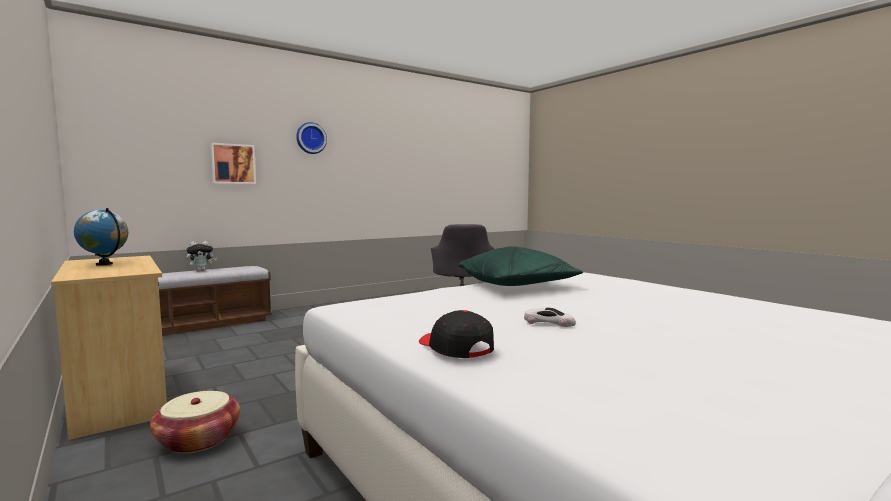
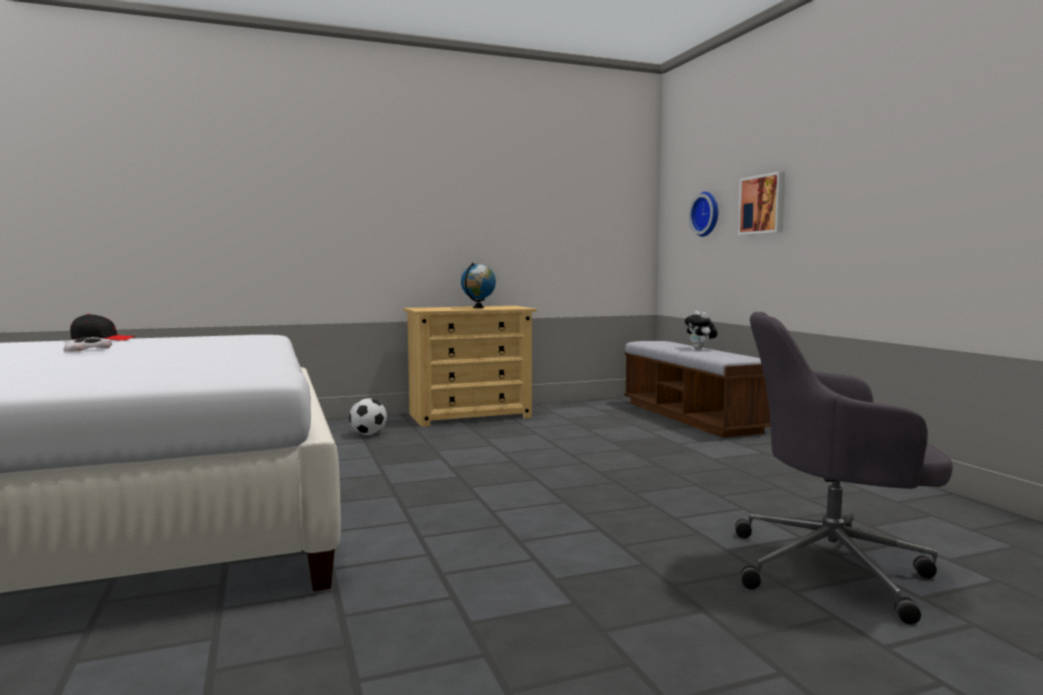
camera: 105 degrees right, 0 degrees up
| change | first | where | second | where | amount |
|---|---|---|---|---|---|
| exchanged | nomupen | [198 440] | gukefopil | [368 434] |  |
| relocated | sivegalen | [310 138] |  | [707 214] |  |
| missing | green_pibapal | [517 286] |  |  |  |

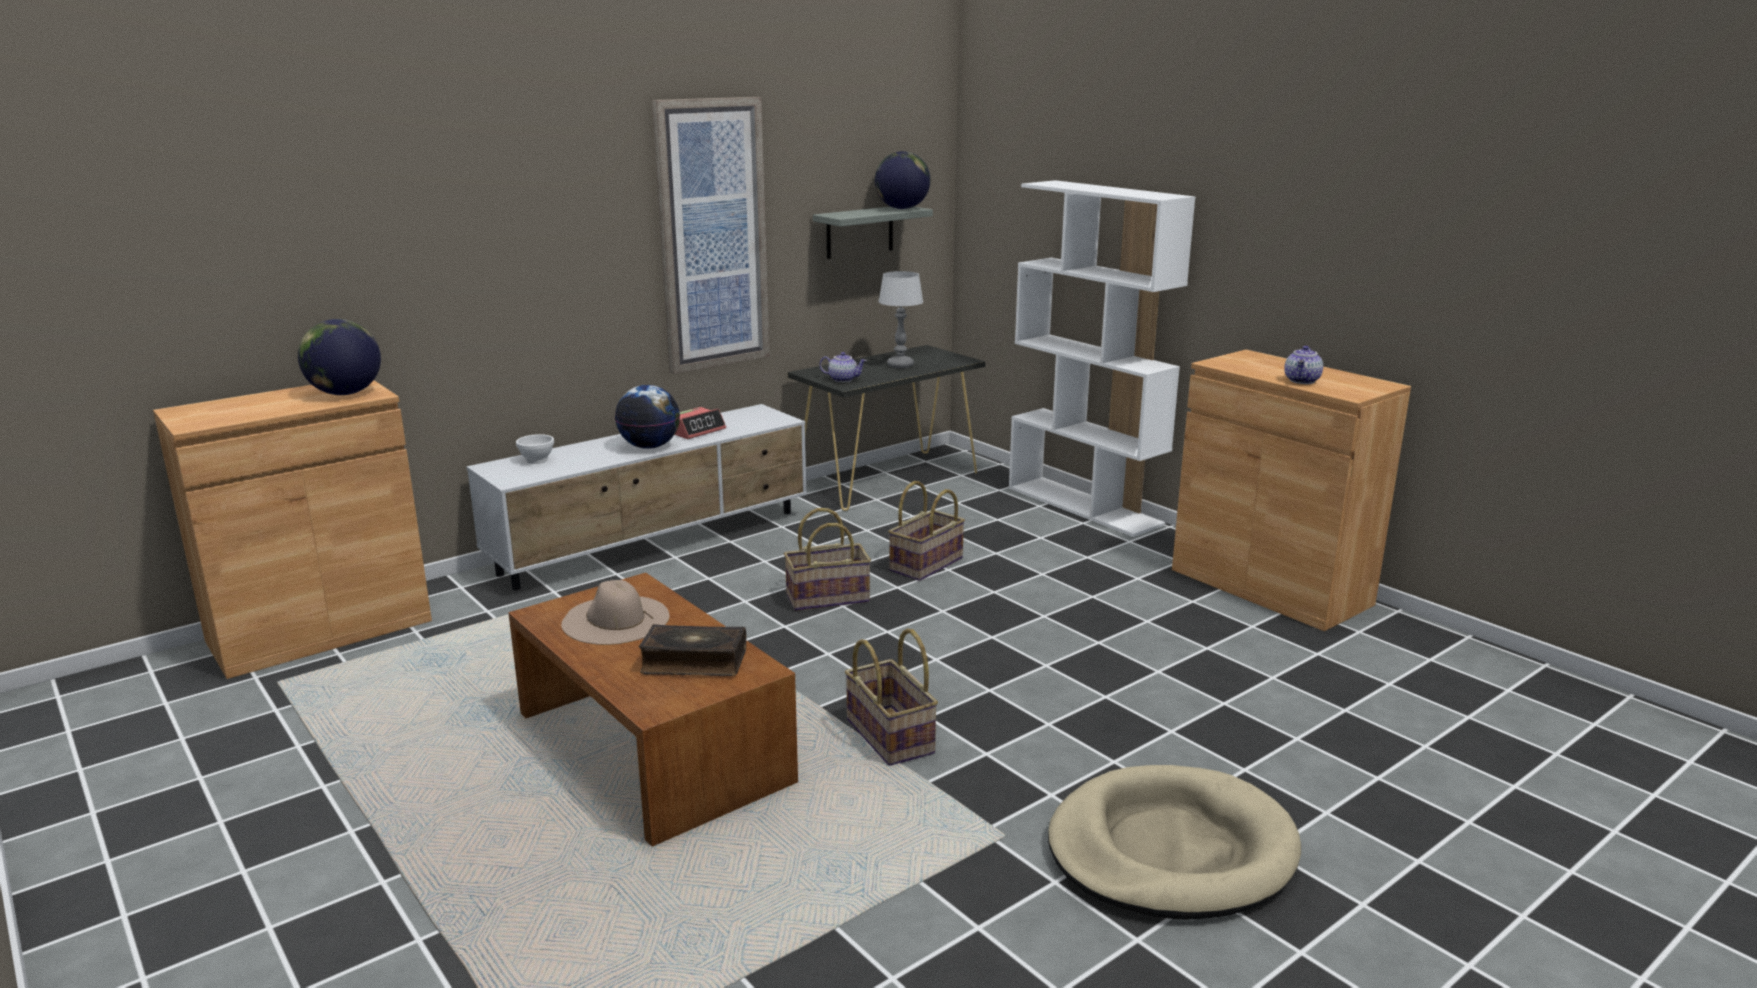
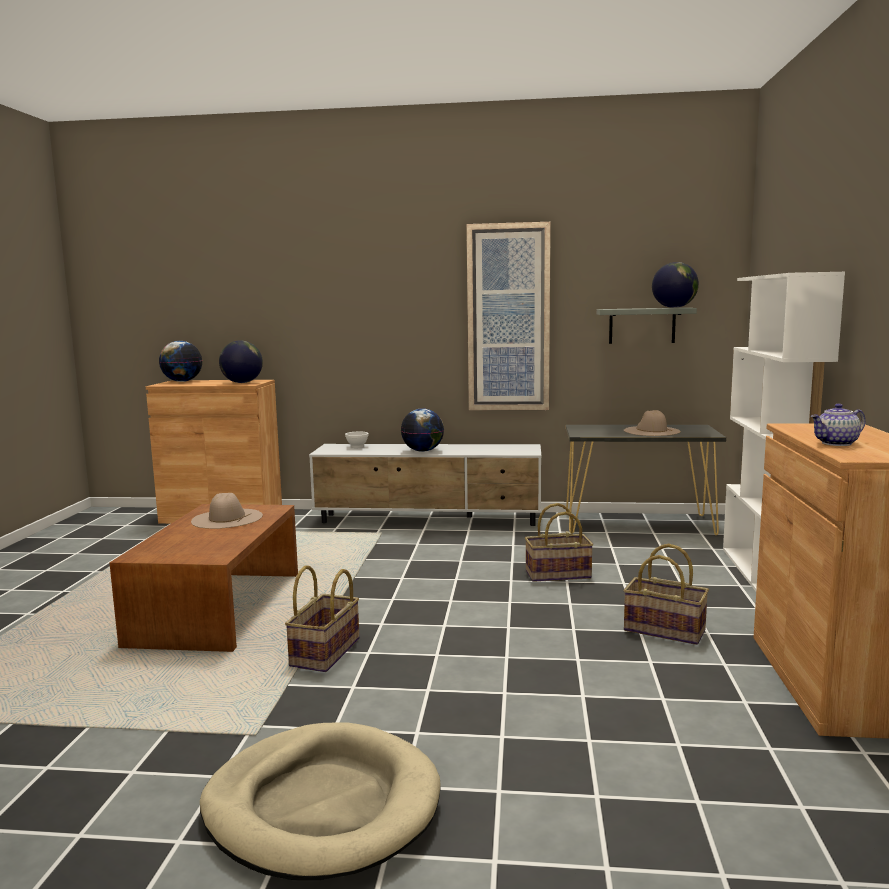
camera: 45 degrees right, 10 degrees down
| change | first | where | second | where | amount |
|---|---|---|---|---|---|
| appeared |  |  | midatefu | [182 381] |  |
| exchanged | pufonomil | [900 365] | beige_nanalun | [651 431] |  |
| relocated | nomupen | [827 597] |  | [665 630] |  |
| missing | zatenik | [694 662] |  |  |  |
| missing | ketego | [695 430] |  |  |  |
| missing | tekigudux | [843 379] |  |  |  |

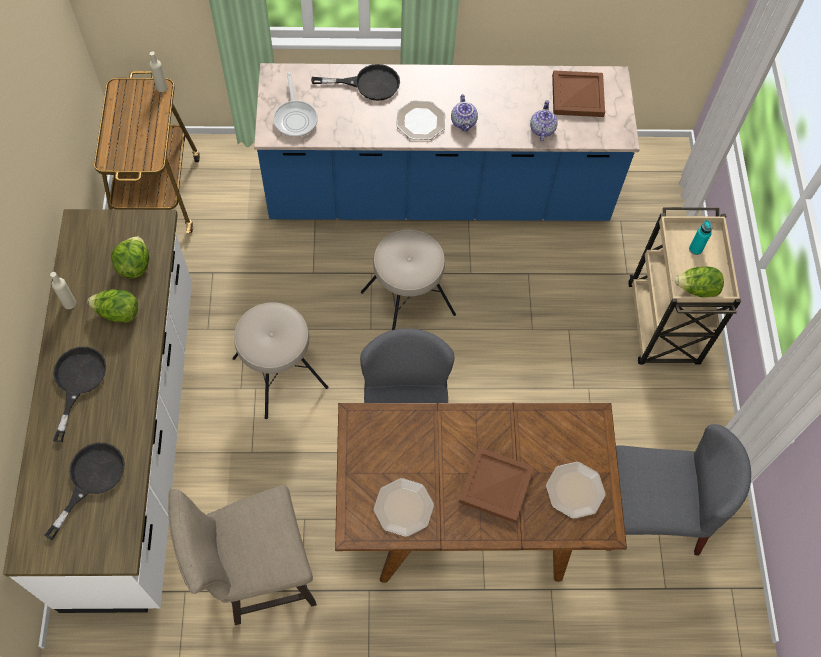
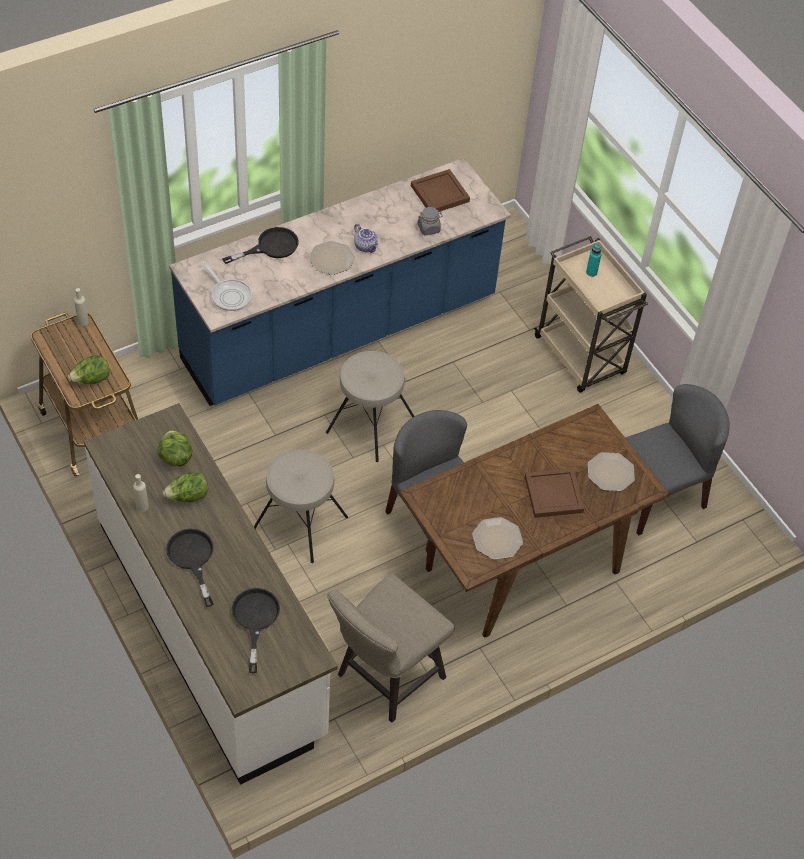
camera: 30 degrees left, 10 degrees down
| change | first | where | second | where | amount |
|---|---|---|---|---|---|
| relocated | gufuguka | [696 289] |  | [91 380] |  |
| exchanged | tekigudux | [542 129] | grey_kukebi | [429 228] |  |

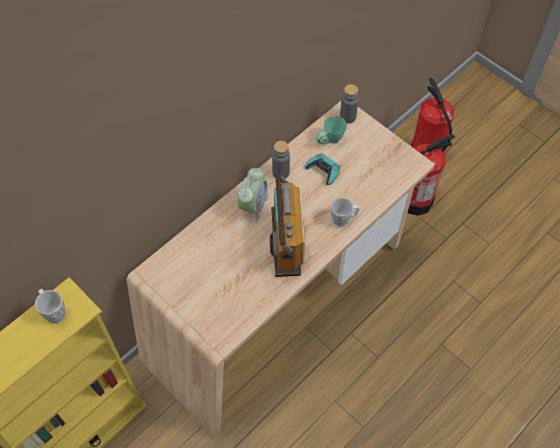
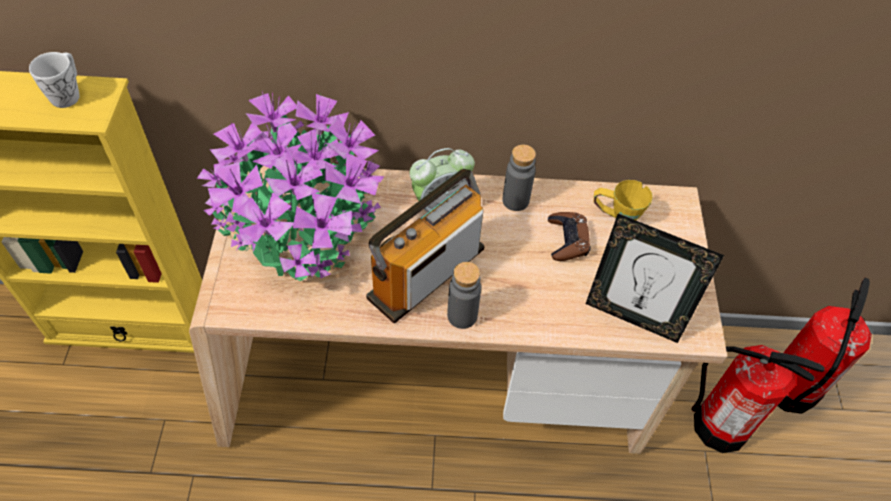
camera: 45 degrees right, 5 degrees down
| change | first | where | second | where | amount |
|---|---|---|---|---|---|
| appeared |  |  | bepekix | [299 226] |  |
| relocated | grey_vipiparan | [347 117] |  | [462 315] |  |
| colour | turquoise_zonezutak | [323 171] | brown_zonezutak | [567 240] |  |
| appeared |  |  | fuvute | [633 316] |  |
| colour | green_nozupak | [329 141] | yellow_nozupak | [615 216] |  |
| missing | white_nozupak | [344 219] |  |  |  |

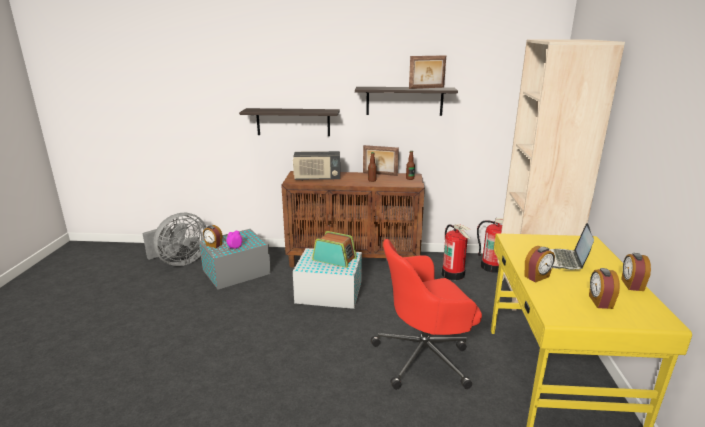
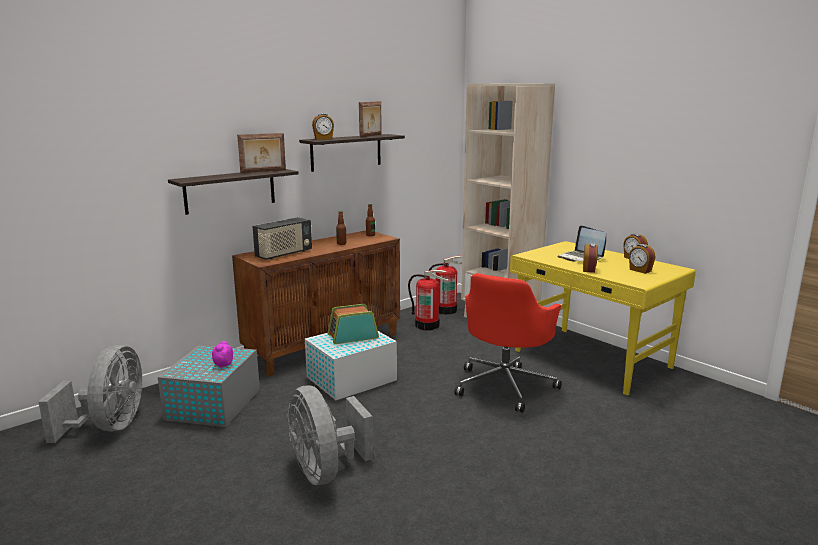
camera: 45 degrees left, 5 degrees down
| change | first | where | second | where | amount |
|---|---|---|---|---|---|
| relocated | fuvute | [380 174] |  | [263 171] |  |
| appeared |  |  | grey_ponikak | [325 471] |  |
| relocated | ketego | [213 245] |  | [323 139] |  |

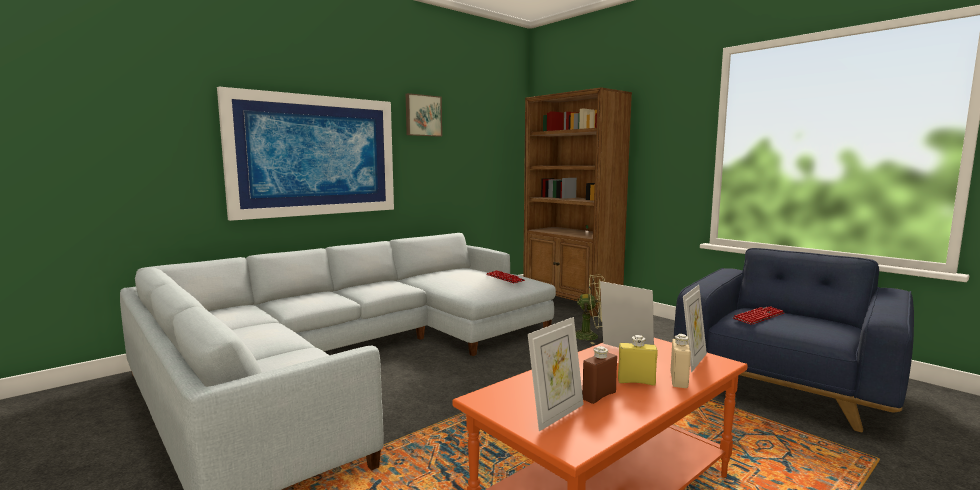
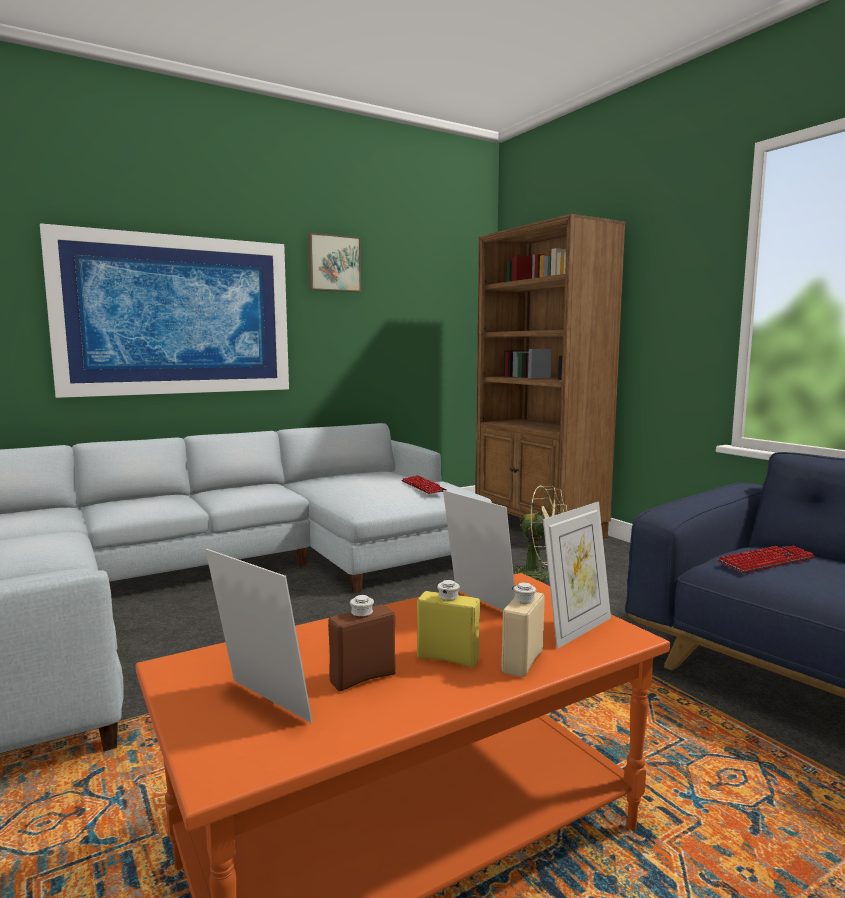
camera: 10 degrees right, 0 degrees up
| change | first | where | second | where | amount |
|---|---|---|---|---|---|
| spun | fuvute | [556 414] |  | [260 705] | 105 degrees counterclockwise |

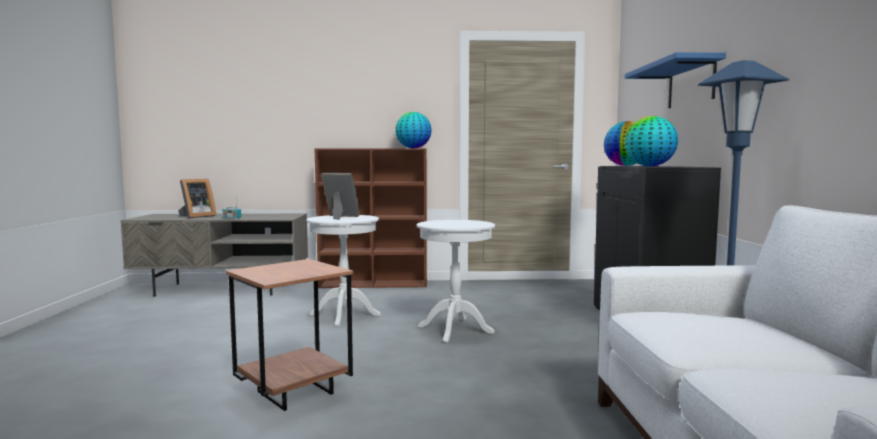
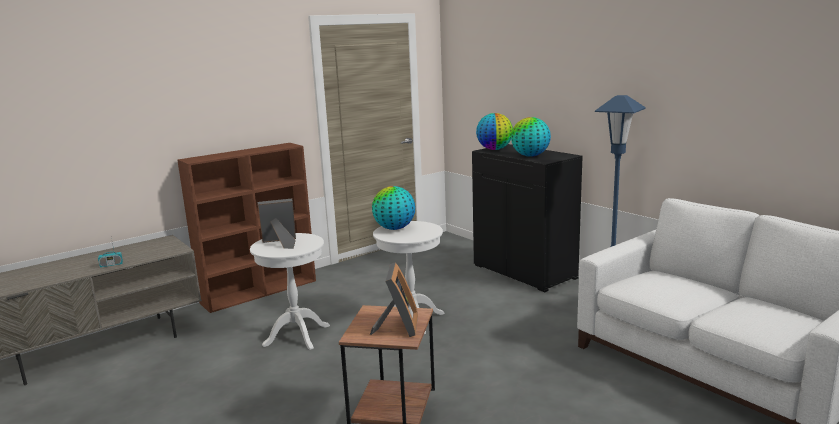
camera: 35 degrees left, 10 degrees up
| change | first | where | second | where | amount |
|---|---|---|---|---|---|
| relocated | fuvute | [196 216] |  | [398 327] |  |
| relocated | midatefu | [413 148] |  | [394 228] |  |
| missing | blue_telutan | [691 84] |  |  |  |

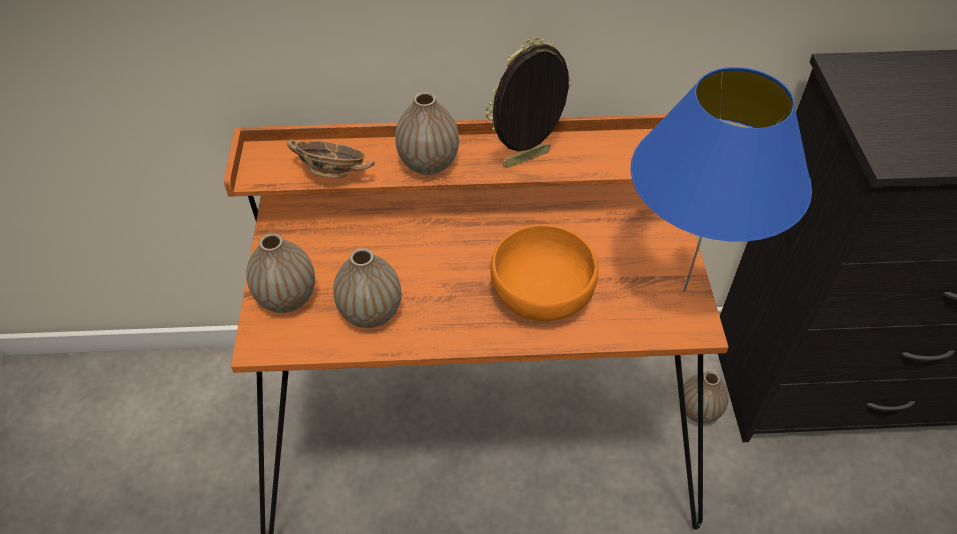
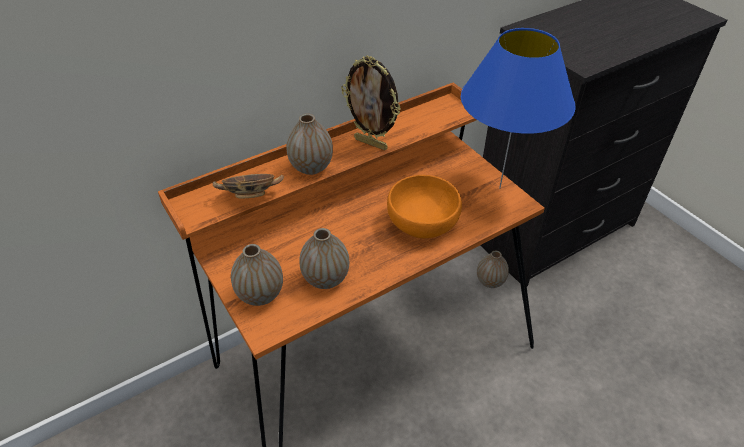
camera: 30 degrees left, 5 degrees down
| change | first | where | second | where | amount |
|---|---|---|---|---|---|
| spun | fuvute | [527 160] |  | [371 143] | 90 degrees counterclockwise |

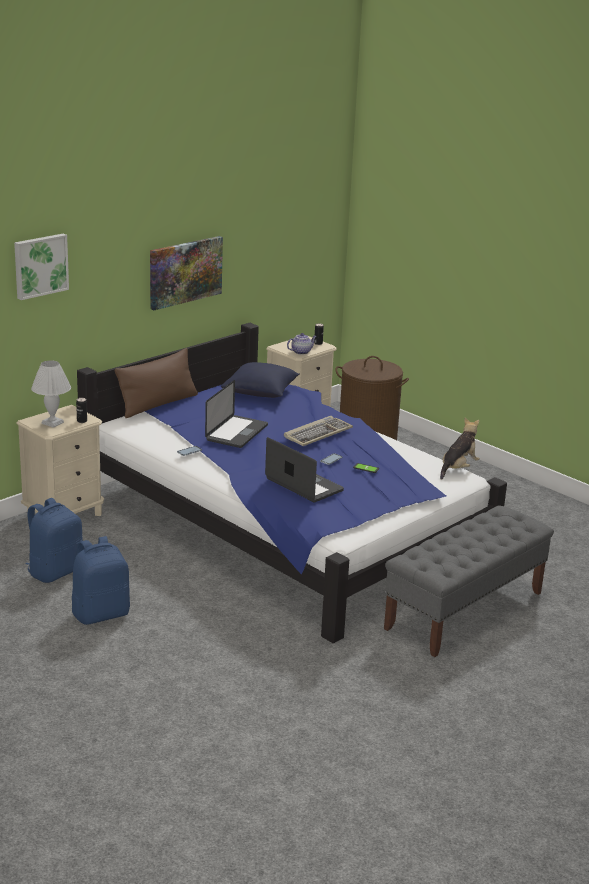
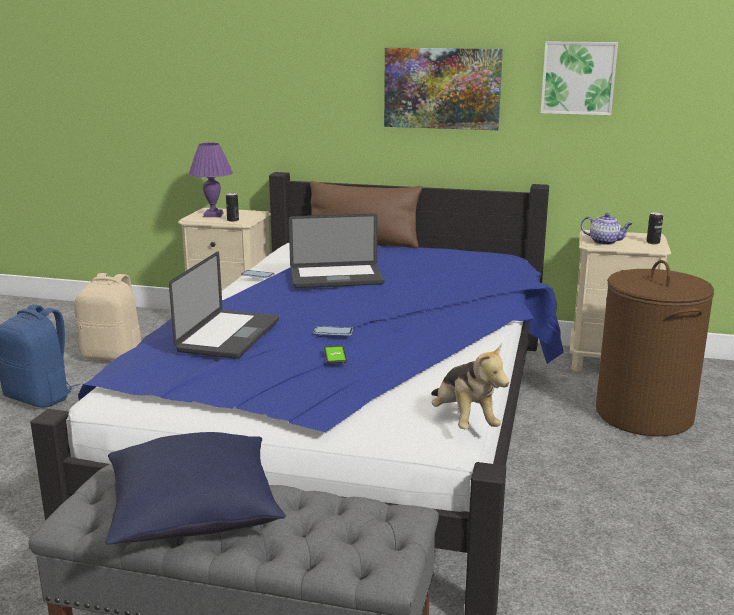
camera: 60 degrees right, 5 degrees down
| change | first | where | second | where | amount |
|---|---|---|---|---|---|
| colour | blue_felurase | [55 571] | beige_felurase | [113 356] |  |
| relocated | blue_pibapal | [261 393] |  | [193 515] |  |
| colour | white_pufonomil | [53 423] | purple_pufonomil | [213 215] |  |
| spun | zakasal | [458 468] |  | [463 421] | 60 degrees clockwise |
| relocated | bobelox | [40 265] |  | [578 78] |  |
| missing | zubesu | [317 433] |  |  |  |

